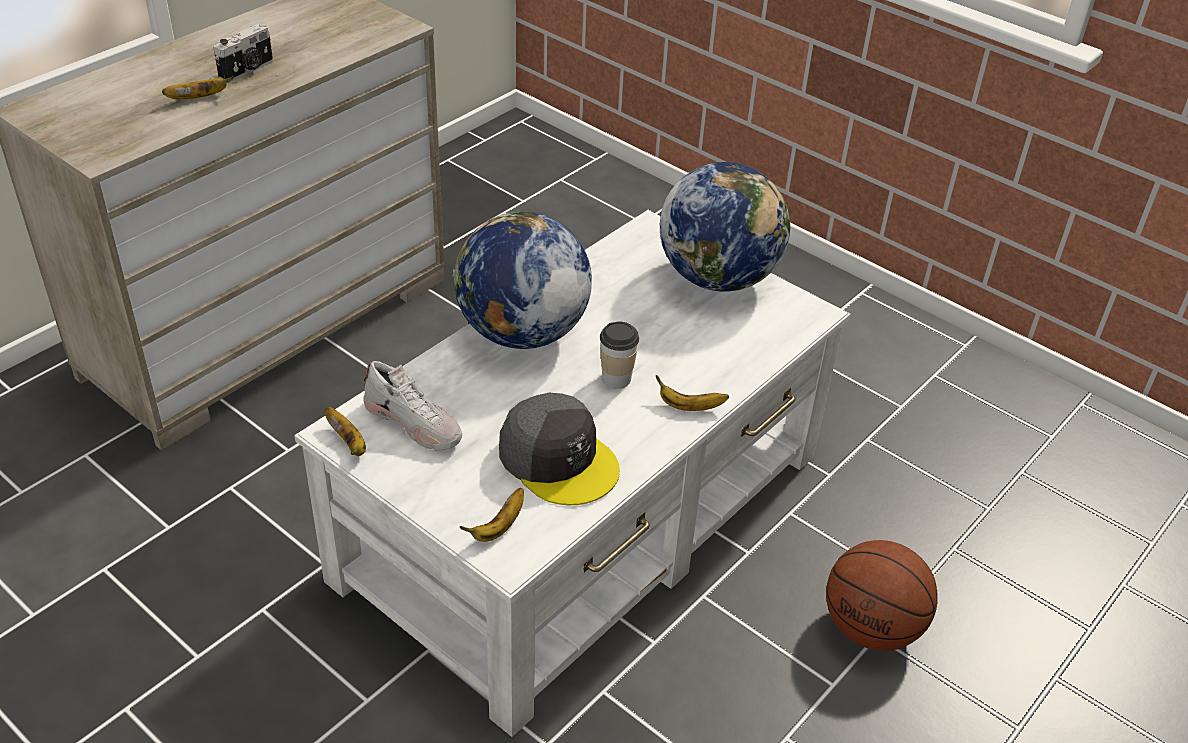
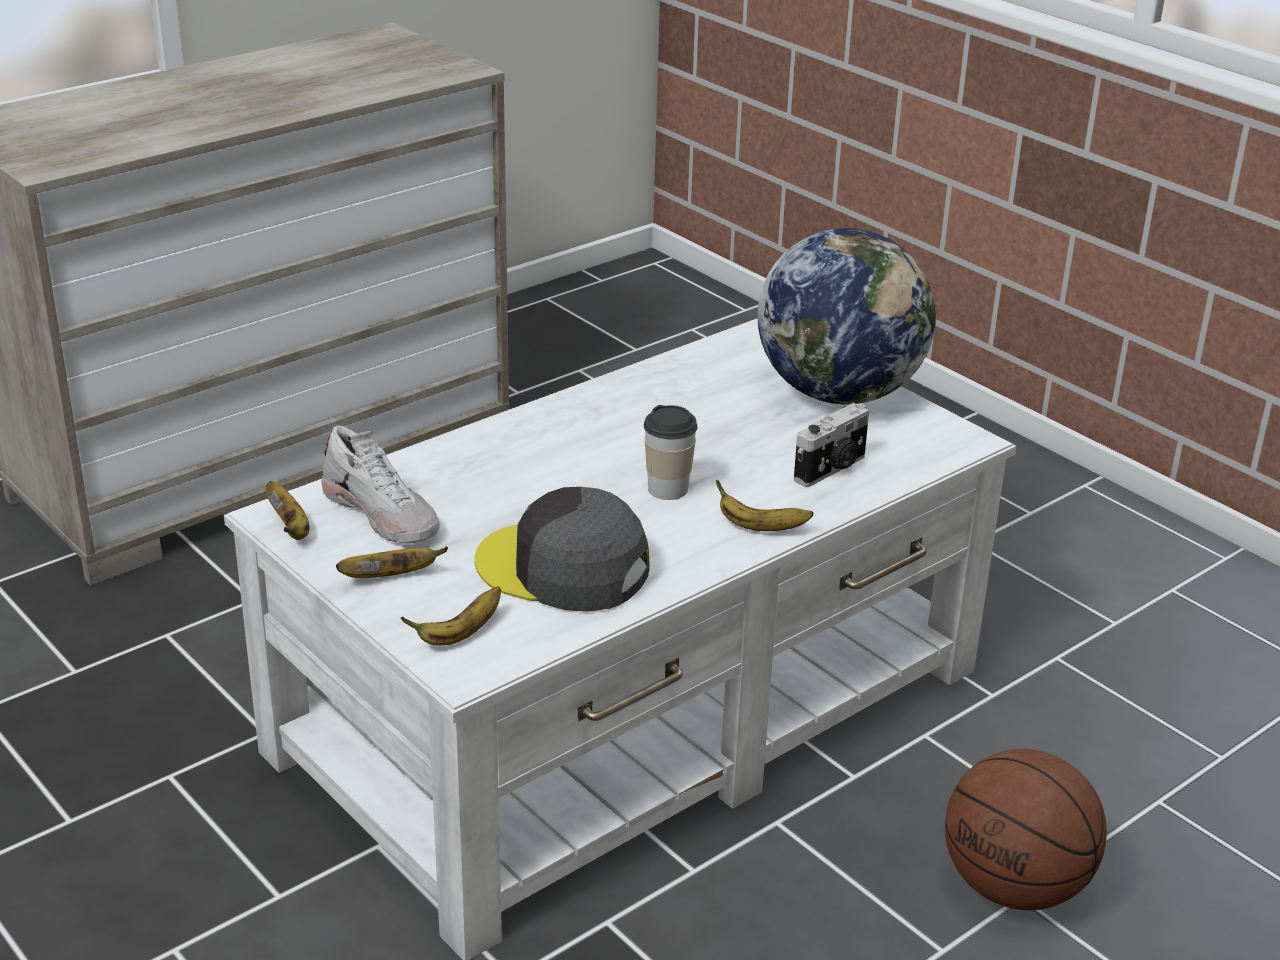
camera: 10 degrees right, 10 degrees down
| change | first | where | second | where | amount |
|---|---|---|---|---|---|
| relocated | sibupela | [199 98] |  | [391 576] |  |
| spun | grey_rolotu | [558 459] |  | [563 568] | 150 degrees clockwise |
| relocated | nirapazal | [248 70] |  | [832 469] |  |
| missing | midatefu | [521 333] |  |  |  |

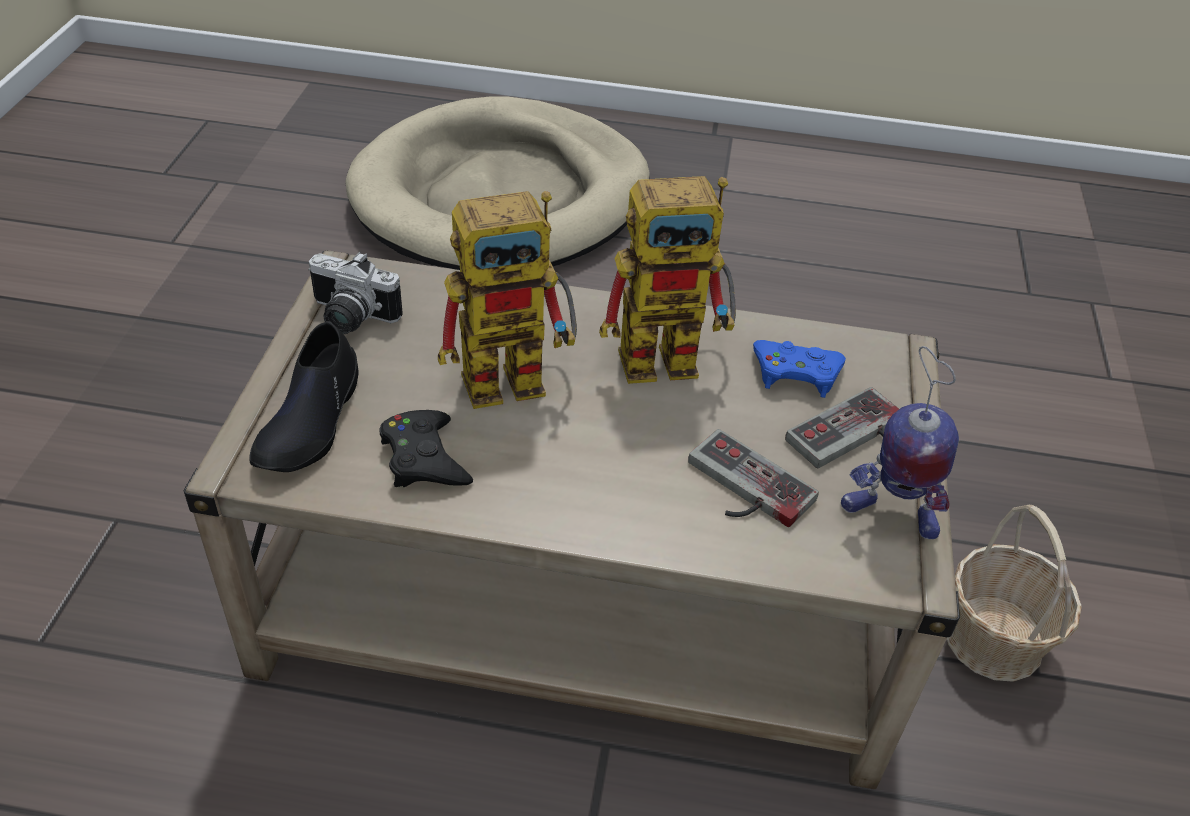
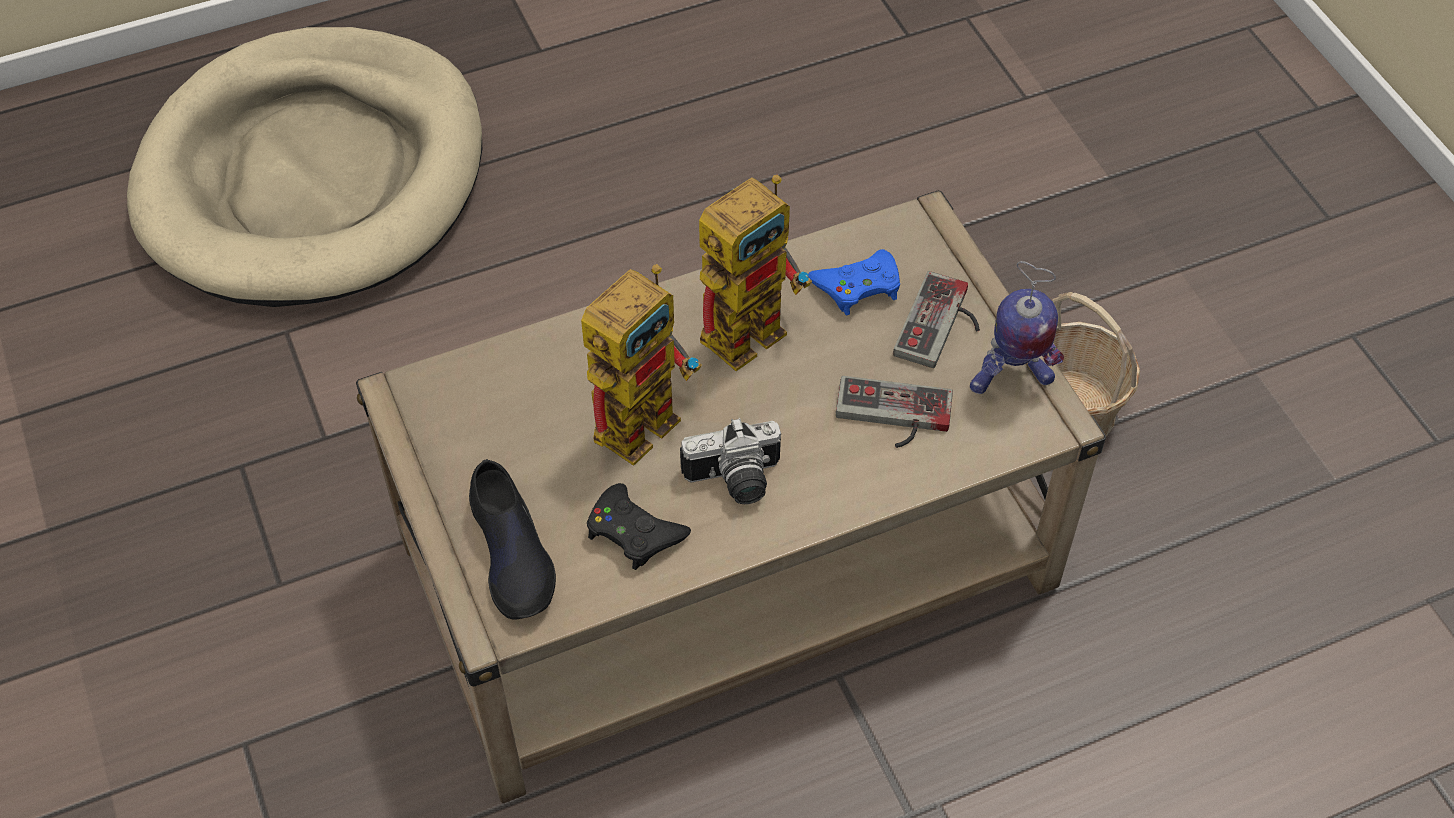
camera: 30 degrees left, 10 degrees up
| change | first | where | second | where | amount |
|---|---|---|---|---|---|
| relocated | nirapazal | [349 318] |  | [735 482] |  |

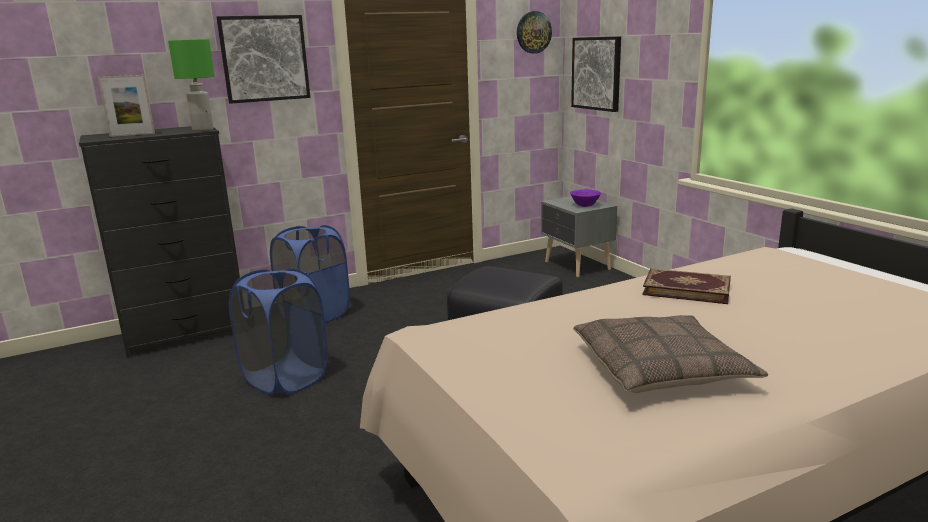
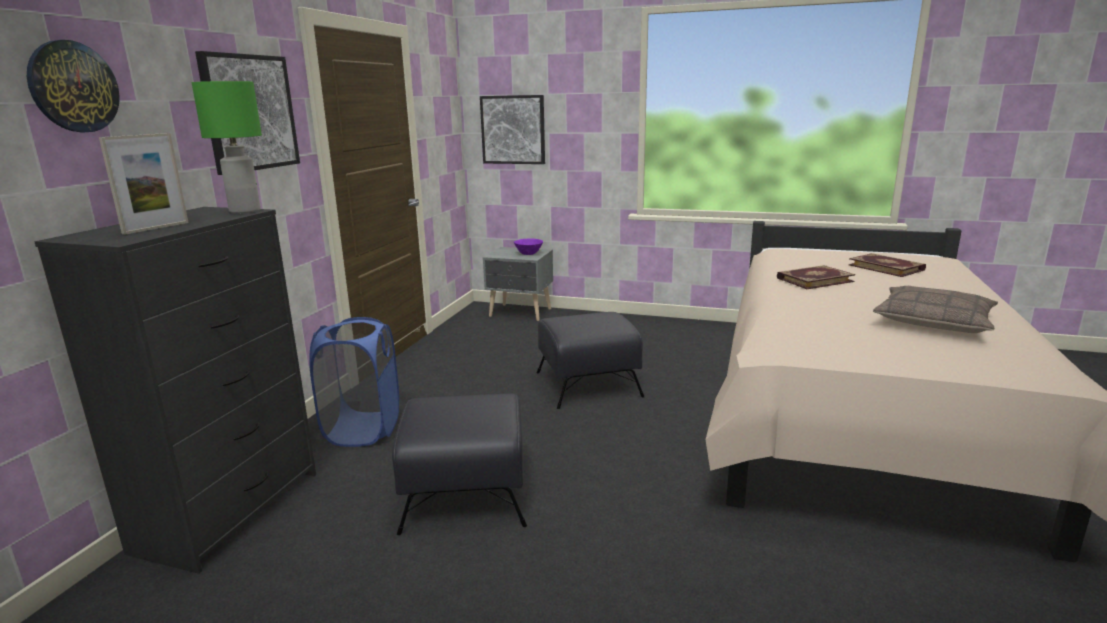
camera: 45 degrees left, 0 degrees up
| change | first | where | second | where | amount |
|---|---|---|---|---|---|
| relocated | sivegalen | [533 32] |  | [73 87] |  |
| exchanged | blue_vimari | [285 378] | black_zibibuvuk | [464 492] |  |
| appeared |  |  | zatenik | [886 267] |  |

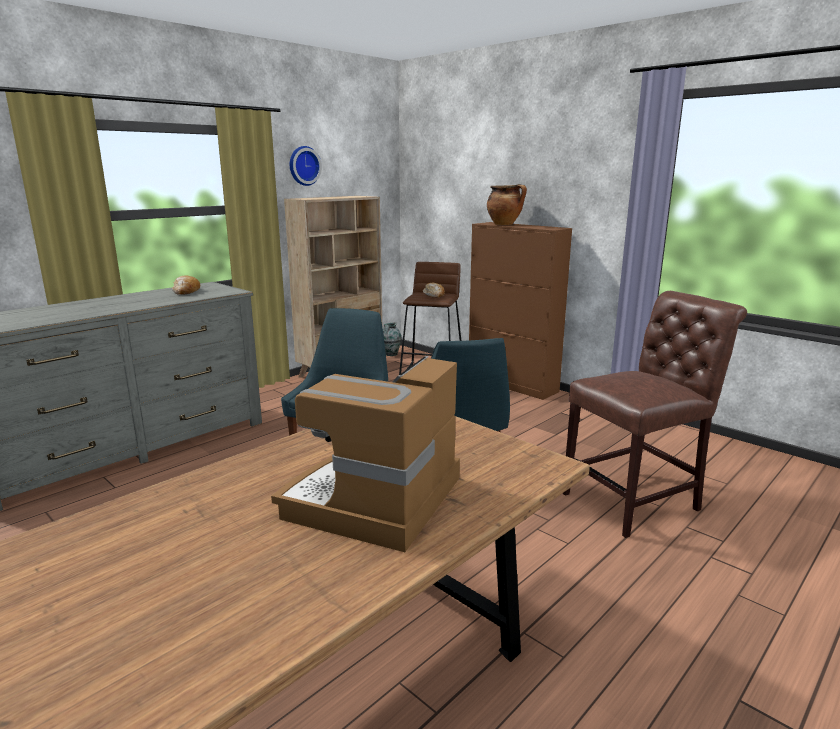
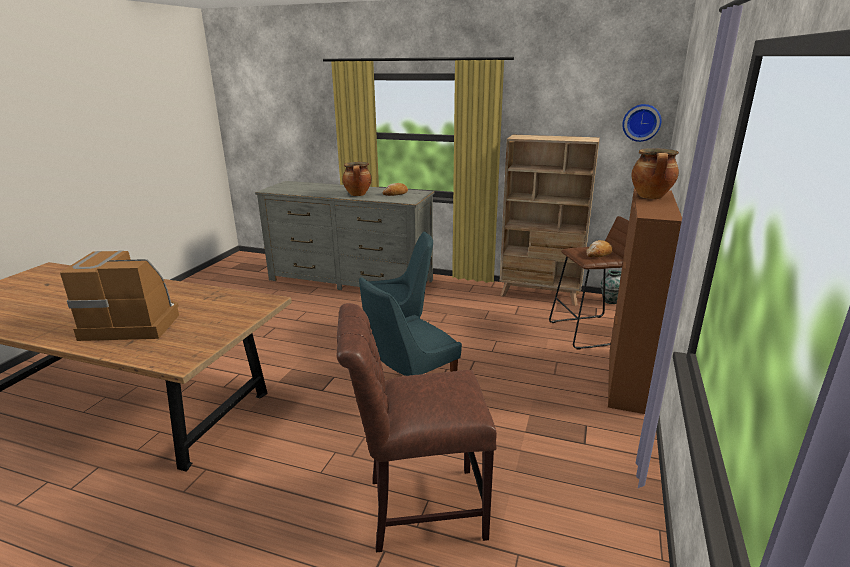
camera: 65 degrees right, 5 degrees up
| change | first | where | second | where | amount |
|---|---|---|---|---|---|
| spun | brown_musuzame | [637 500] |  | [418 508] | 135 degrees clockwise |
| appeared |  |  | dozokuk | [358 195] |  |
| relocated | sivegalen | [303 166] |  | [641 122] |  |

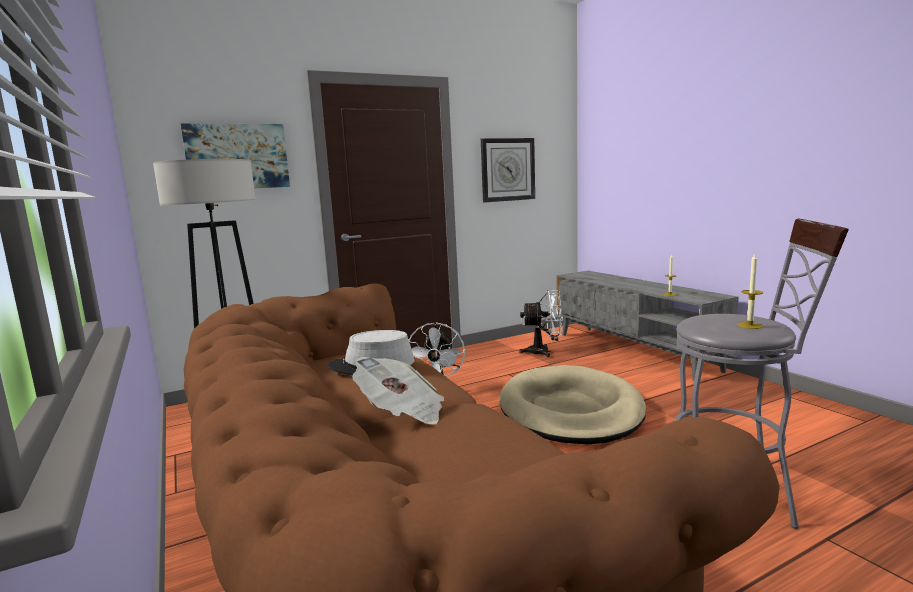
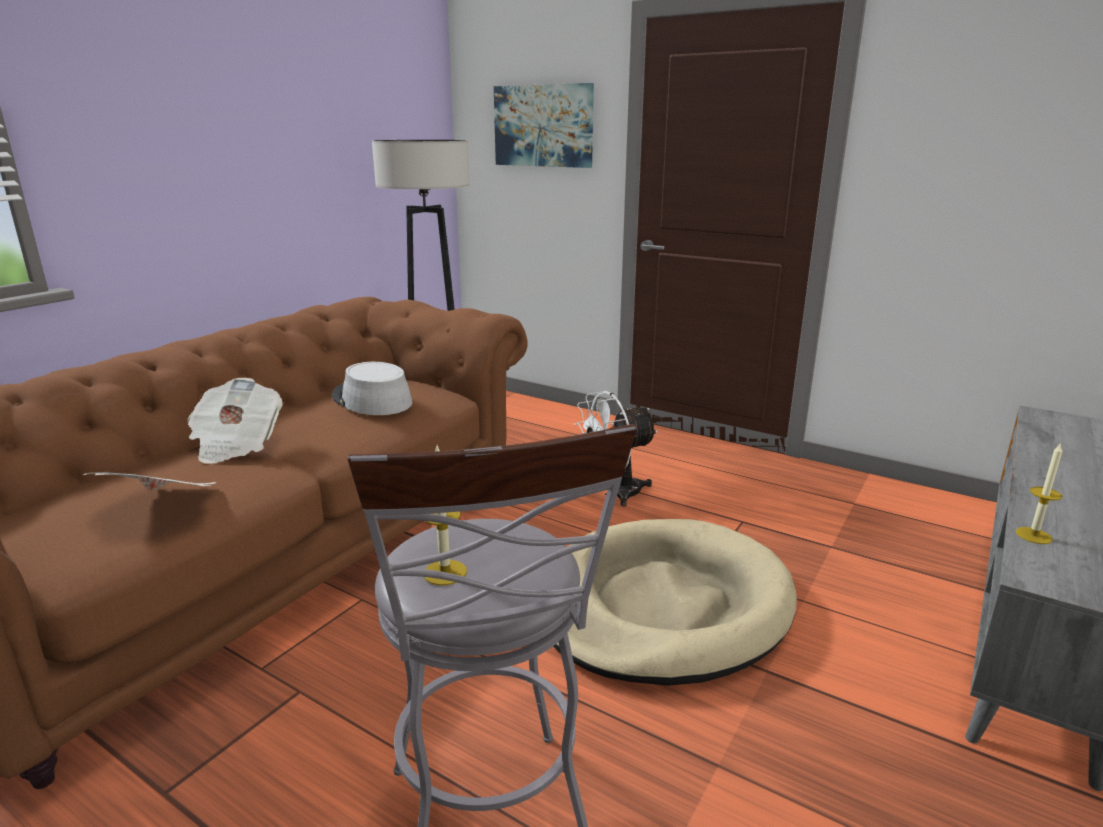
camera: 60 degrees right, 10 degrees up
| change | first | where | second | where | amount |
|---|---|---|---|---|---|
| appeared |  |  | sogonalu | [163 506] |  |
| missing | sivegalen | [507 169] |  |  |  |
| missing | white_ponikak | [544 352] |  |  |  |

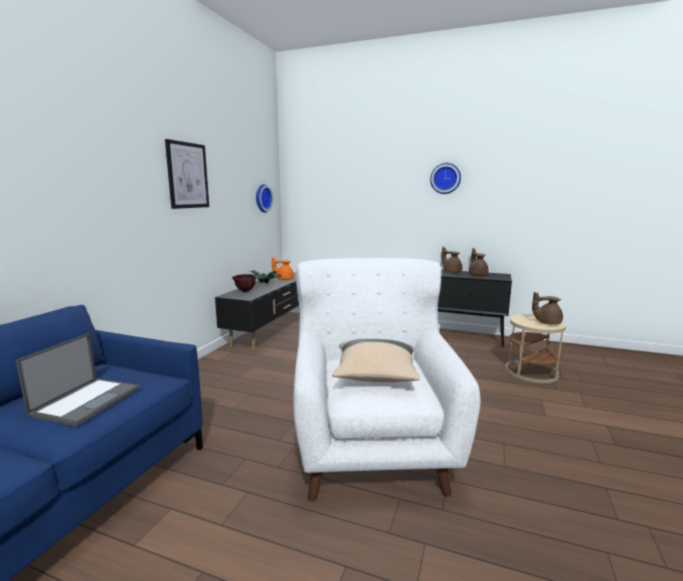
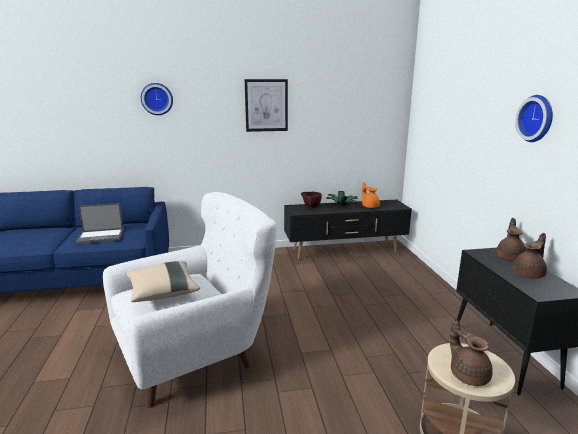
camera: 60 degrees right, 5 degrees up
| change | first | where | second | where | amount |
|---|---|---|---|---|---|
| relocated | sivegalen | [262 198] |  | [157 99] |  |

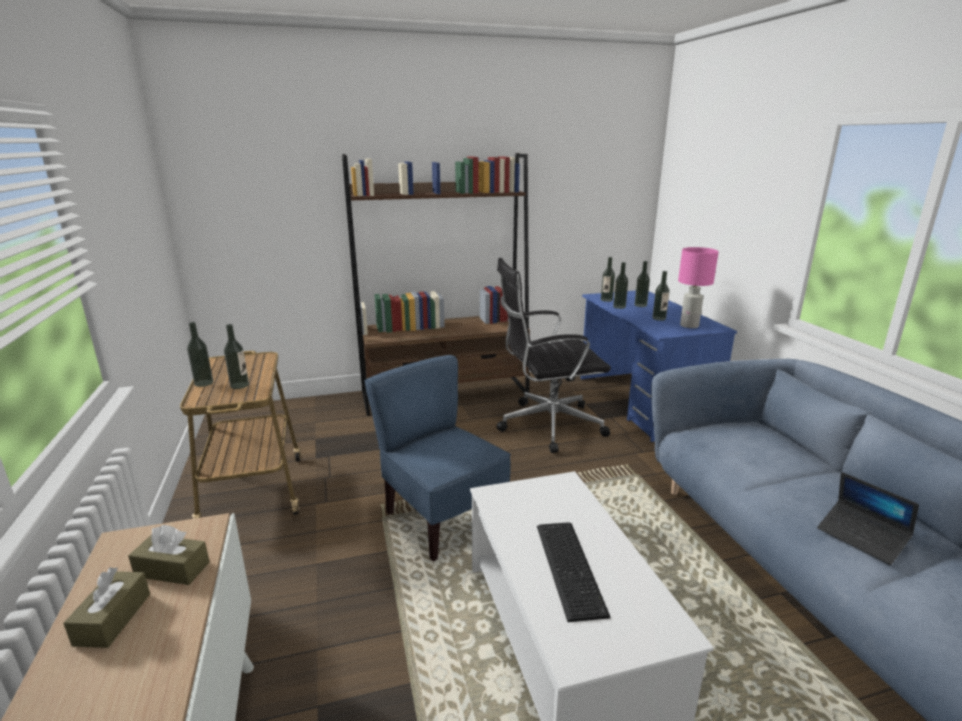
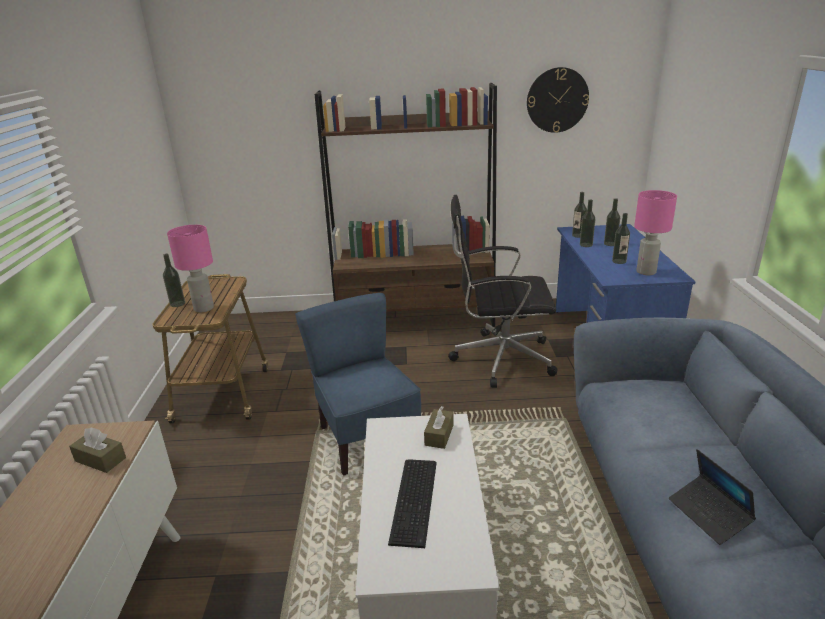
camera: 15 degrees right, 5 degrees up
| change | first | where | second | where | amount |
|---|---|---|---|---|---|
| exchanged | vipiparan | [239 385] | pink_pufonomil | [203 308] |  |
| relocated | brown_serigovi | [113 619] |  | [439 435] |  |
| appeared |  |  | sivegalen | [557 100] |  |

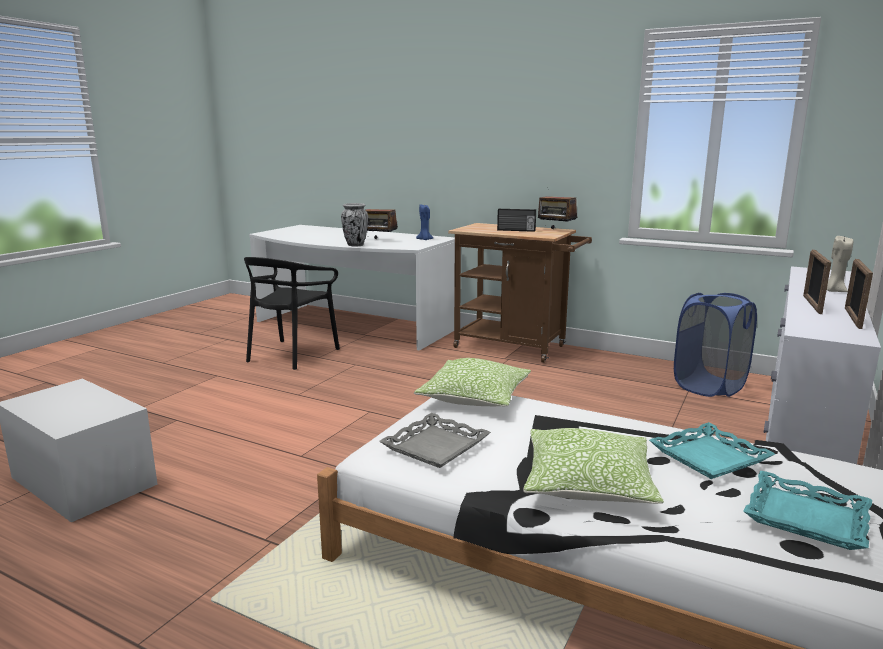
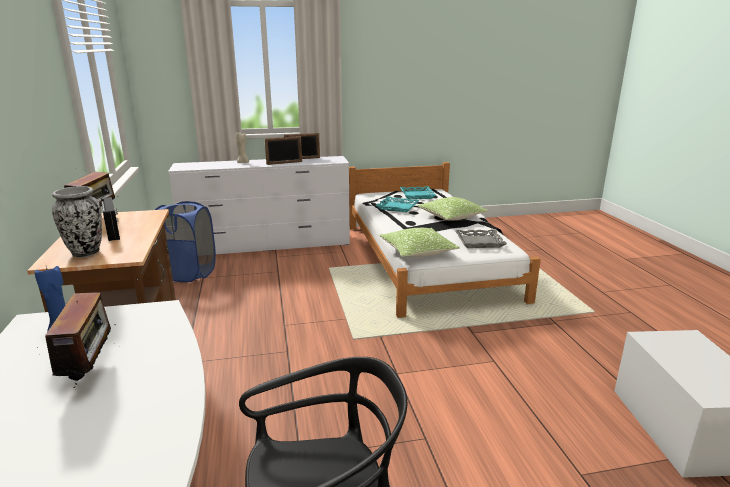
camera: 130 degrees left, 5 degrees up
| change | first | where | second | where | amount |
|---|---|---|---|---|---|
| relocated | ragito | [355 245] |  | [86 253] |  |

